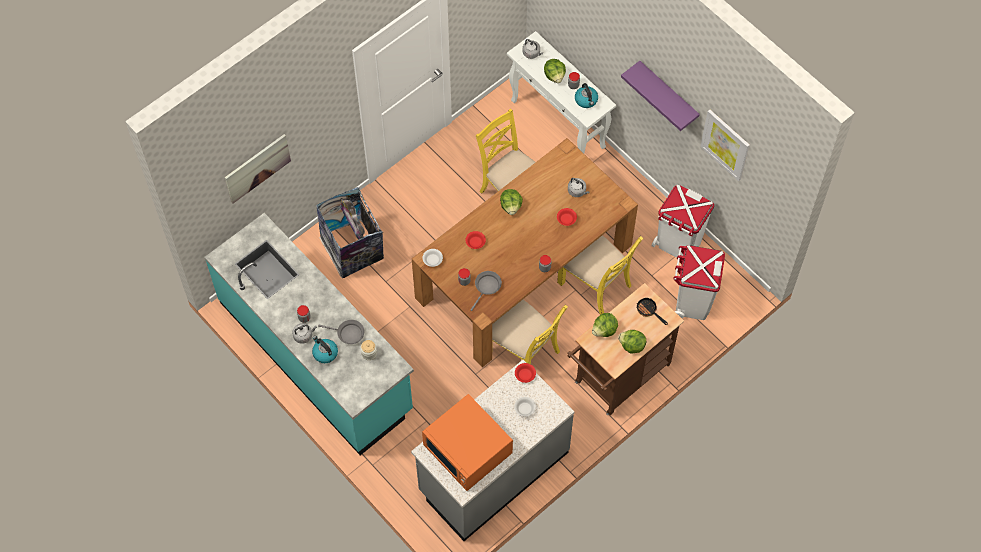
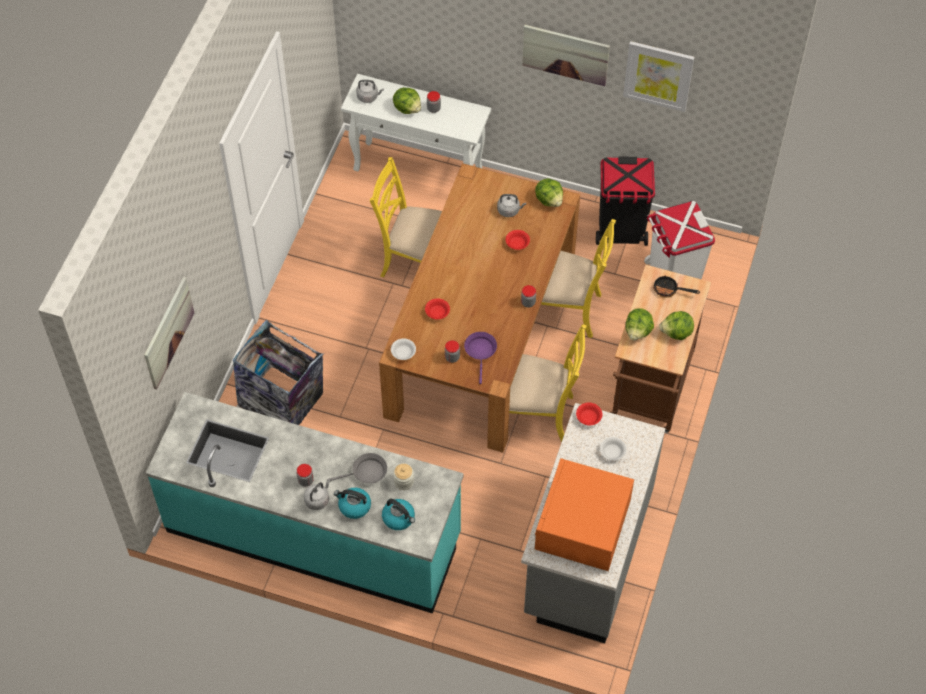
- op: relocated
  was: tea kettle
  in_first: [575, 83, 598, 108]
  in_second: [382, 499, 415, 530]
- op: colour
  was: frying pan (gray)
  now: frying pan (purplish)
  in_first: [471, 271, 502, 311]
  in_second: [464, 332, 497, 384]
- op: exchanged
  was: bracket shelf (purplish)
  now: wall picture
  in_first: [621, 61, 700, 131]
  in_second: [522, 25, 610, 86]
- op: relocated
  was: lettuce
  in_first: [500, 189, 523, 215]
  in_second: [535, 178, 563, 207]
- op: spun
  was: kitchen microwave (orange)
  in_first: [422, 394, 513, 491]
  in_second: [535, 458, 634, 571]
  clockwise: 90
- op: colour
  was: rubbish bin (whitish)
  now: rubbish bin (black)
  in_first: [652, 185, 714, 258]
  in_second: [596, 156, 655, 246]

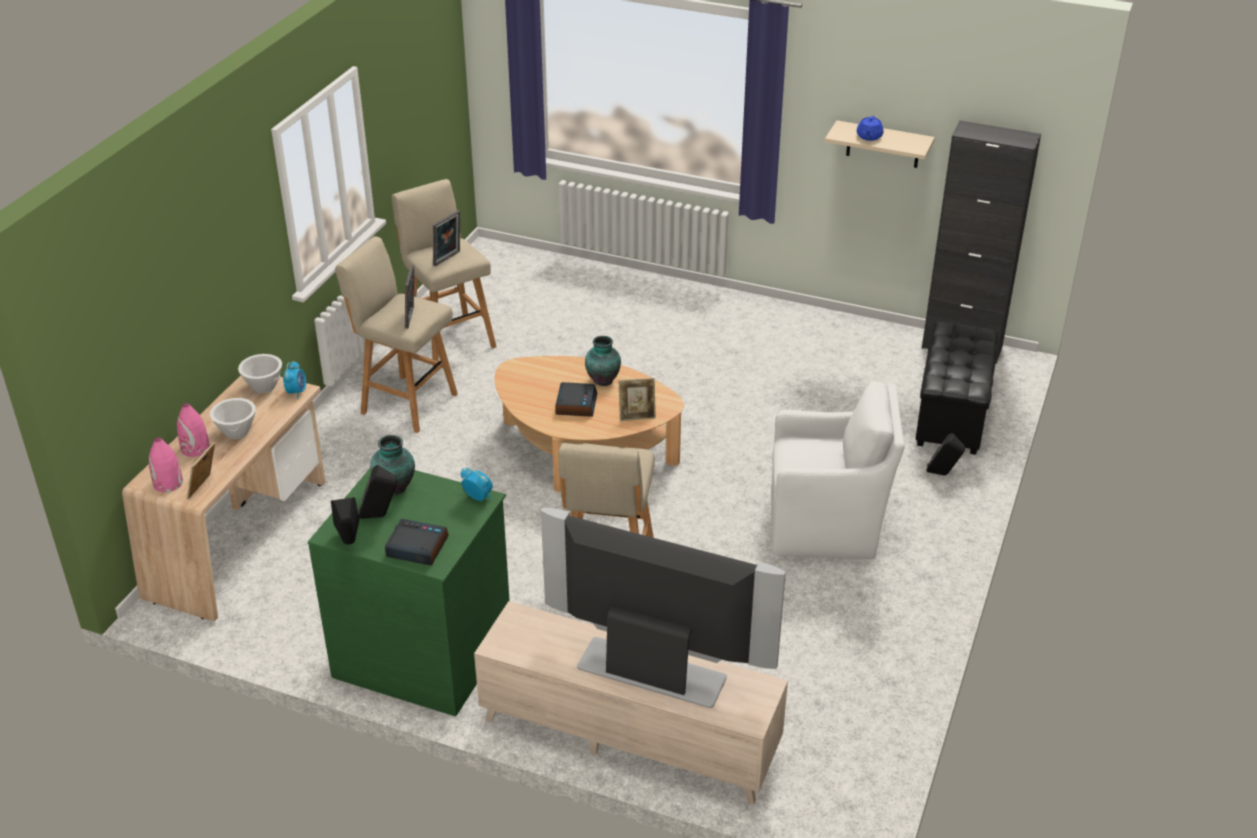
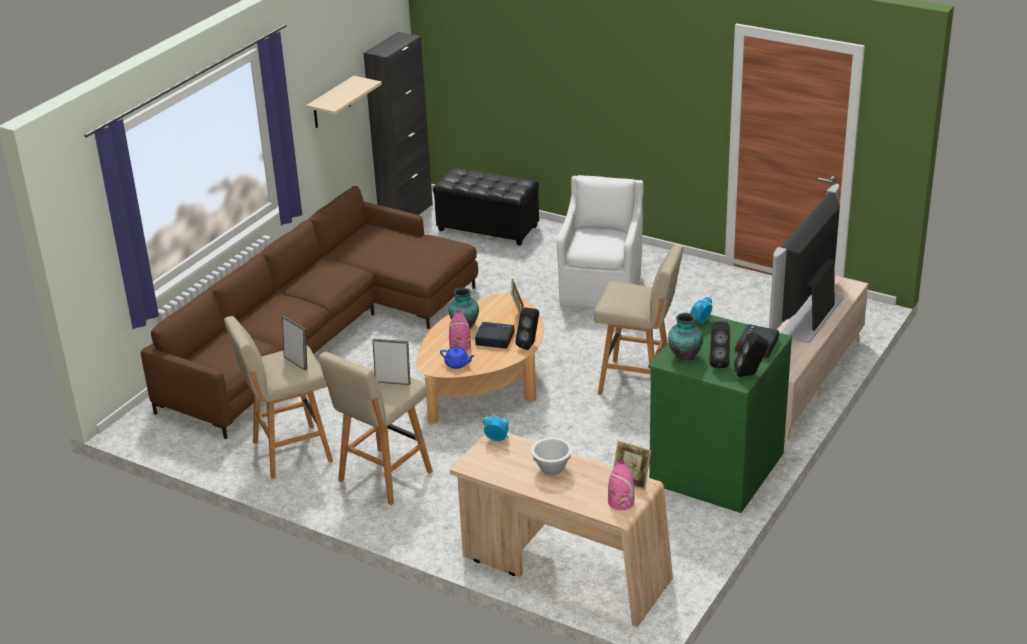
- op: appeared
  now: settee (brown)
  in_second: [141, 186, 478, 439]
- op: relocated
  was: teapot (blue)
  in_first: [857, 116, 884, 141]
  in_second: [440, 347, 475, 369]
- op: relocated
  was: decorative vase (pinkish)
  in_first: [177, 403, 210, 457]
  in_second: [449, 310, 471, 351]
- op: relocated
  was: audio speaker (black)
  in_first: [927, 433, 965, 476]
  in_second: [515, 308, 539, 350]
- op: missing
  was: serving bowl (whitish)
  in_first: [238, 354, 282, 393]

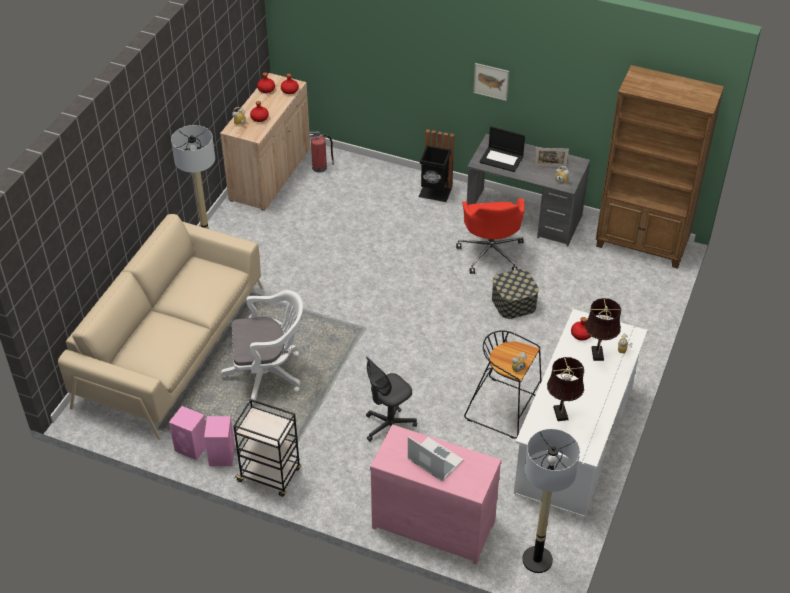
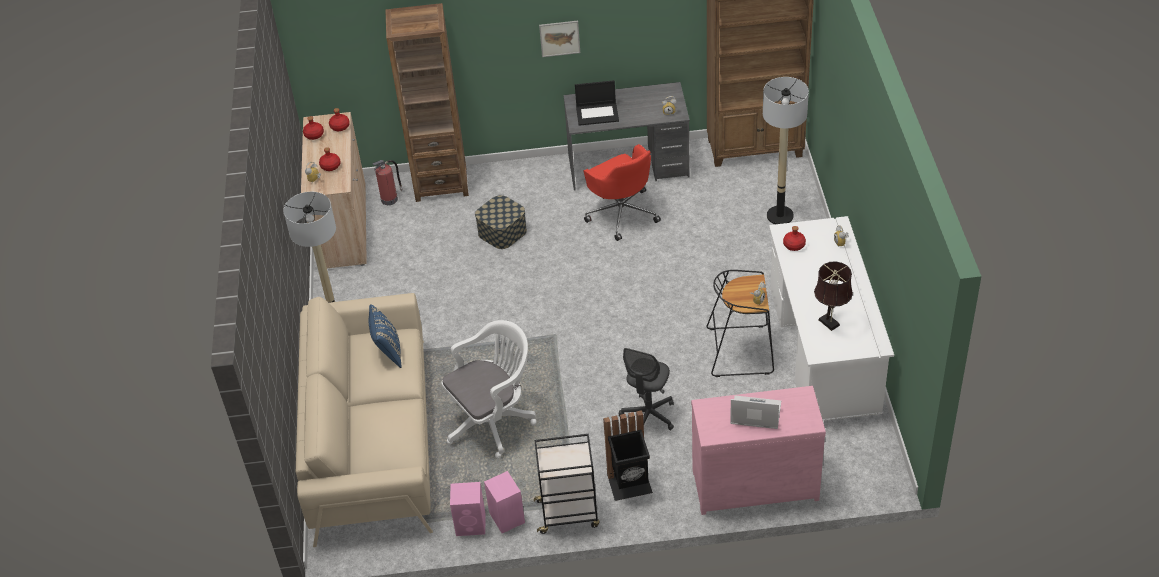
- op: appeared
  now: pillow (blue)
  in_second: [369, 304, 401, 368]
- op: appeared
  now: shelving unit (brown)
  in_second: [385, 3, 469, 202]
- op: relocated
  was: storage container
  in_first: [492, 269, 539, 319]
  in_second: [475, 195, 527, 249]
- op: relocated
  was: rubbish bin (black)
  in_first: [419, 129, 455, 202]
  in_second: [603, 410, 653, 501]
- op: relocated
  was: standard lamp
  in_first: [522, 429, 580, 573]
  in_second: [763, 77, 809, 224]
- op: missing
  was: photo frame
  in_first: [534, 148, 569, 167]
- op: missing
  was: lamp for a table (brown)
  in_first: [585, 298, 621, 361]

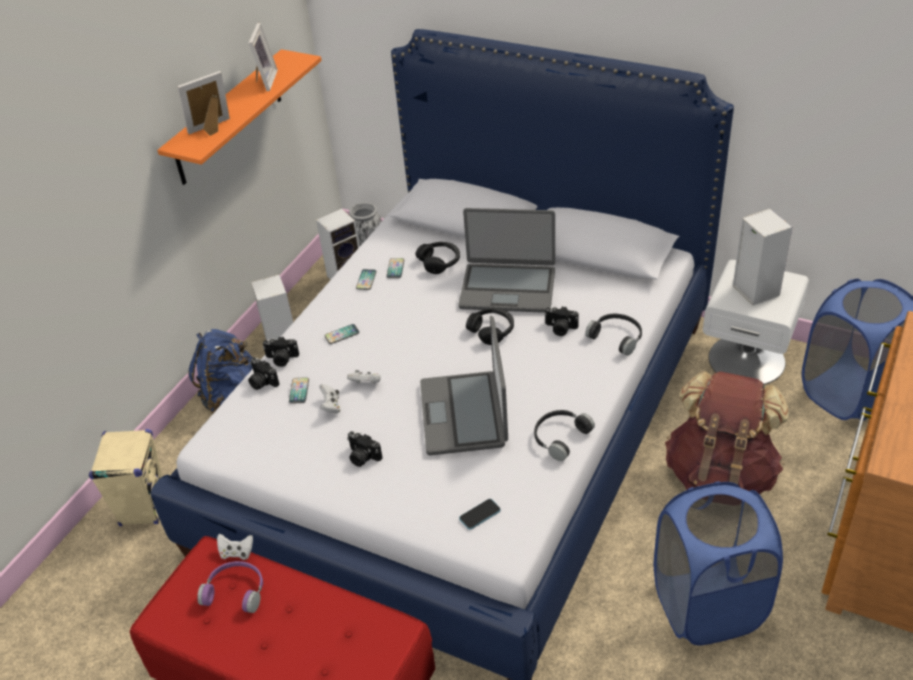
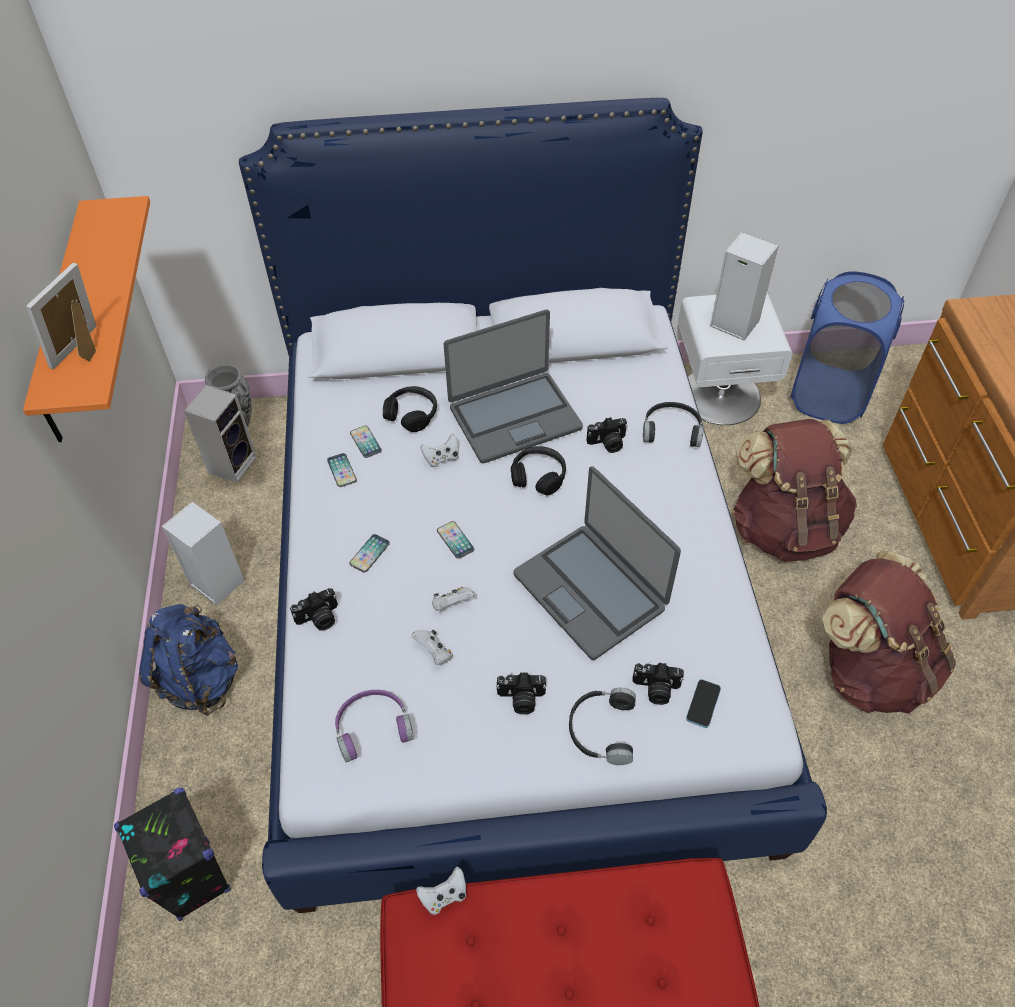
- op: colour
  was: audio speaker (beige)
  now: audio speaker (black)
  in_first: [89, 429, 163, 526]
  in_second: [114, 788, 231, 921]
- op: relocated
  was: headphones (purplish)
  in_first: [197, 561, 263, 613]
  in_second: [335, 690, 414, 762]
- op: appeared
  now: joypad (whitish)
  in_second: [420, 434, 459, 467]
- op: relocated
  was: telephone
  in_first: [289, 377, 309, 404]
  in_second: [437, 521, 474, 559]
- op: relocated
  was: headphones (black)
  in_first: [534, 410, 595, 461]
  in_second: [569, 688, 636, 765]
- op: relocated
  was: still camera
  in_first: [248, 357, 279, 390]
  in_second: [632, 661, 684, 705]
- op: exchanged
  was: washing basket (blue)
  now: backpack (brown)
  in_first: [654, 481, 783, 646]
  in_second: [822, 550, 956, 714]
- op: missing
  was: photo frame
  in_first: [249, 23, 278, 91]

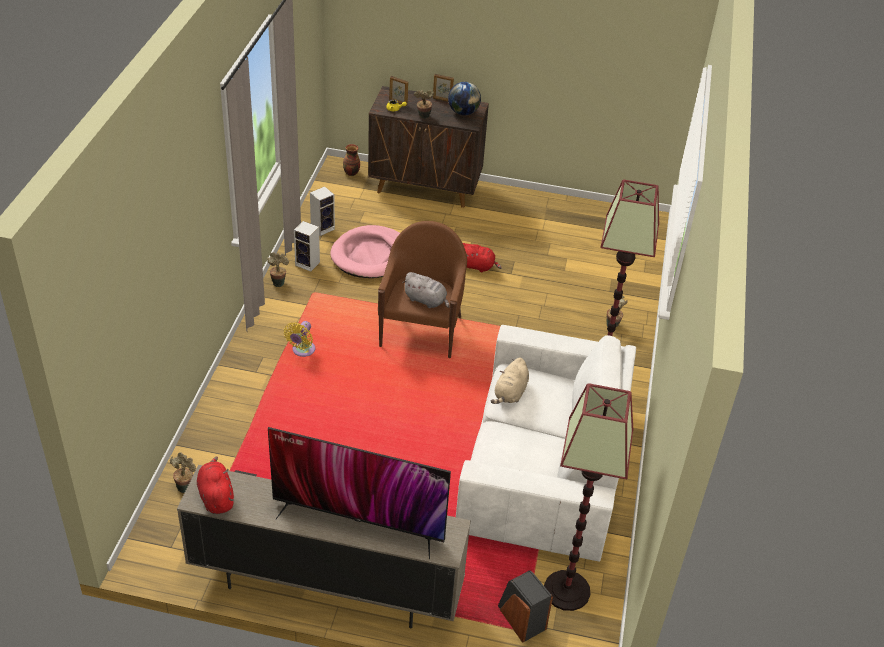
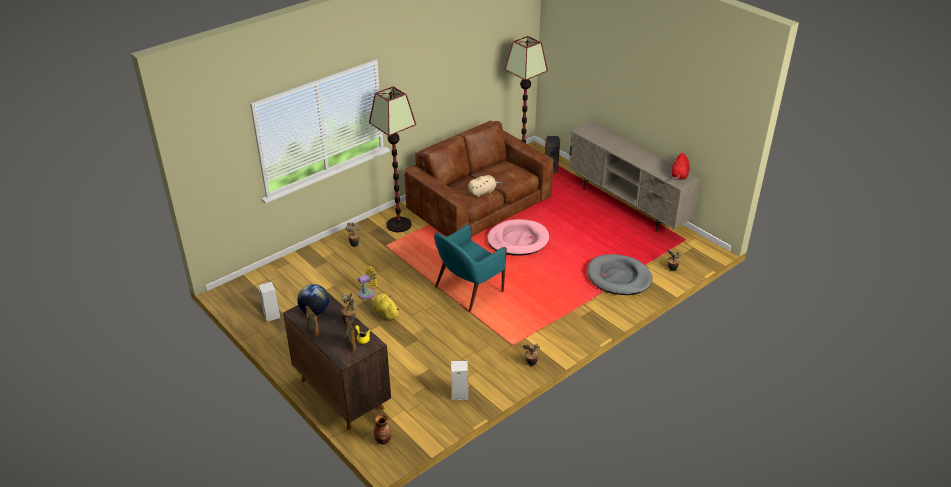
- op: relocated
  was: audio speaker
  in_first: [294, 221, 320, 272]
  in_second: [258, 282, 281, 322]
- op: relocated
  was: cooling fan (yellowish)
  in_first: [284, 321, 316, 357]
  in_second: [358, 266, 378, 299]
- op: colour
  was: cuddly toy (red-coloured)
  now: cuddly toy (yellowish)
  in_first: [463, 243, 501, 272]
  in_second: [373, 293, 400, 321]
- op: colour
  was: settee (whitish)
  now: settee (brown)
  in_first: [456, 325, 636, 561]
  in_second: [404, 121, 554, 237]
- op: colour
  was: lounge chair (brown)
  now: lounge chair (blue-green)
  in_first: [378, 221, 467, 358]
  in_second: [434, 224, 507, 312]
- op: relocated
  was: pet bed (pinkish)
  in_first: [330, 225, 400, 278]
  in_second: [487, 219, 549, 256]
- op: appeared
  now: pet bed (gray)
  in_second: [587, 254, 652, 295]
- op: missing
  was: television
  in_first: [268, 427, 451, 559]
- op: missing
  was: cuddly toy (gray)
  in_first: [402, 272, 450, 308]

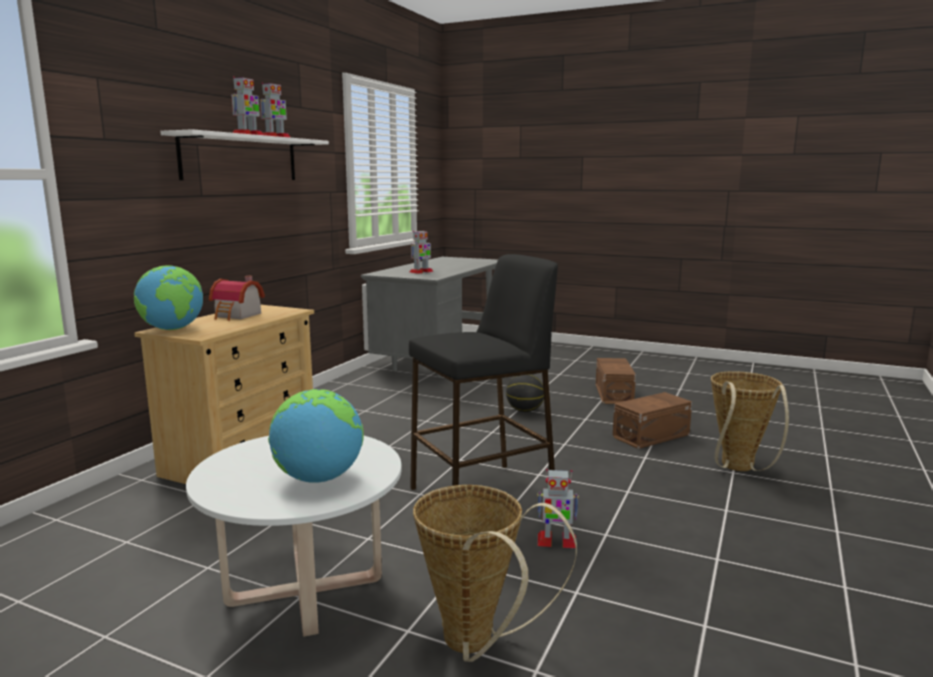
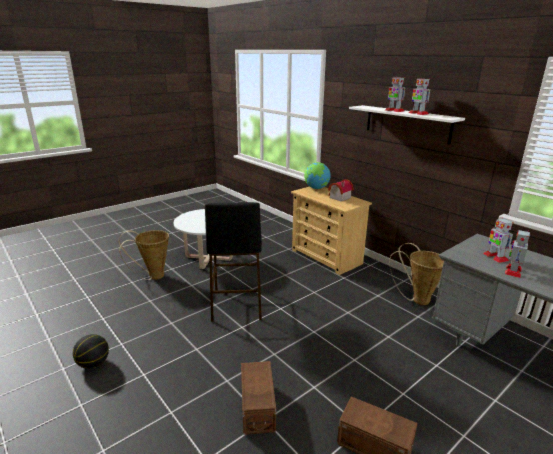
- op: relocated
  was: ball for basketball
  in_first: [506, 374, 544, 412]
  in_second: [73, 334, 109, 369]
- op: relocated
  was: basket
  in_first: [711, 371, 789, 471]
  in_second: [389, 243, 444, 305]
- op: relocated
  was: toy robot
  in_first: [537, 469, 579, 548]
  in_second: [505, 230, 530, 278]
- op: missing
  was: globe
  in_first: [268, 389, 363, 483]

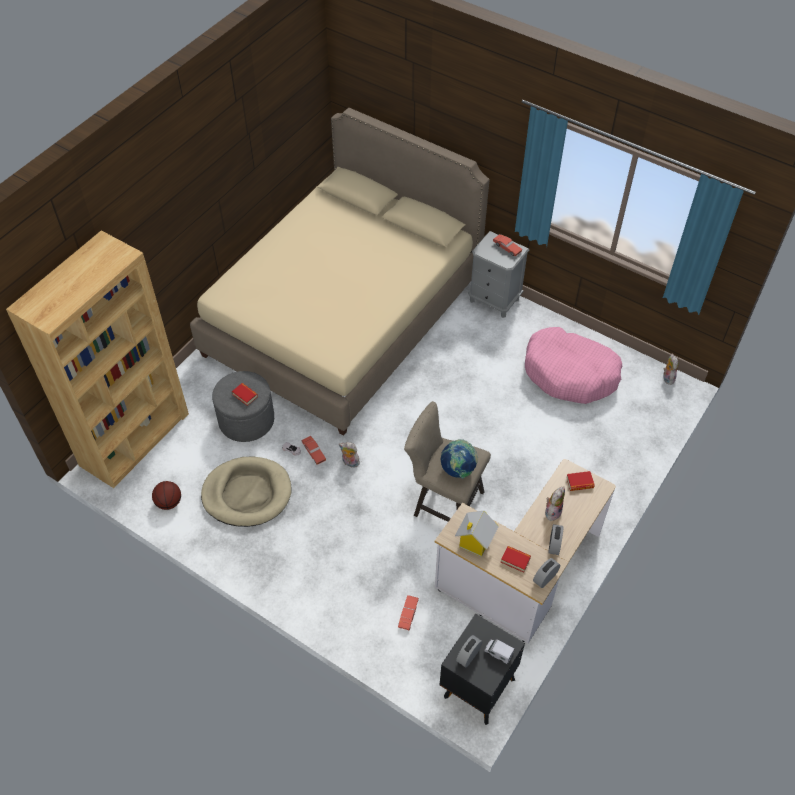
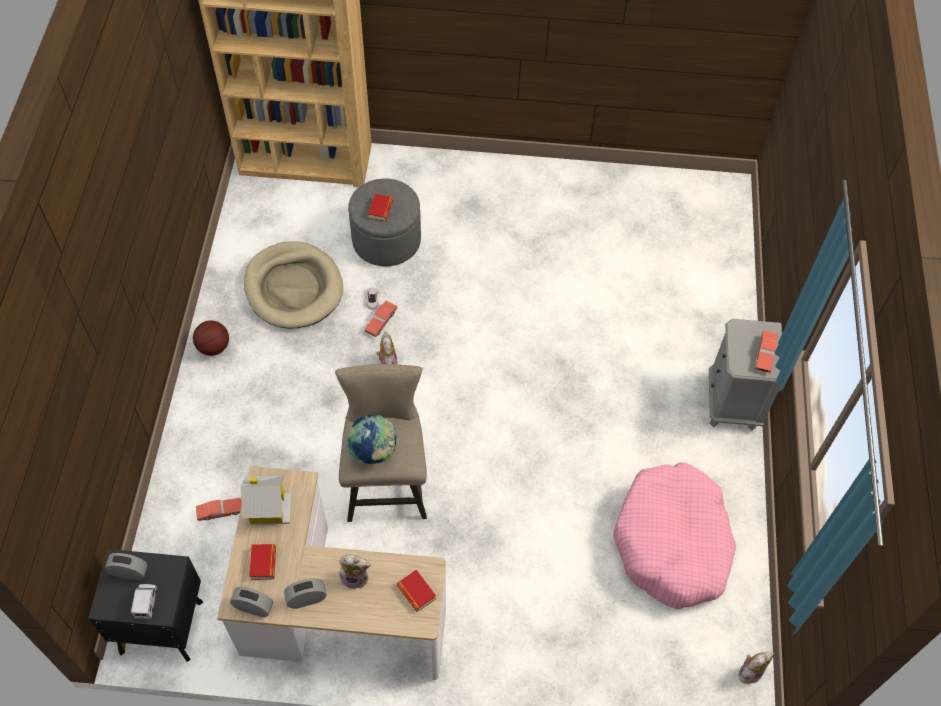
- op: relocated
  was: ball for basketball
  in_first: [152, 481, 181, 510]
  in_second: [193, 320, 229, 356]
- op: missing
  was: bedroom bed (beige)
  in_first: [190, 108, 489, 436]

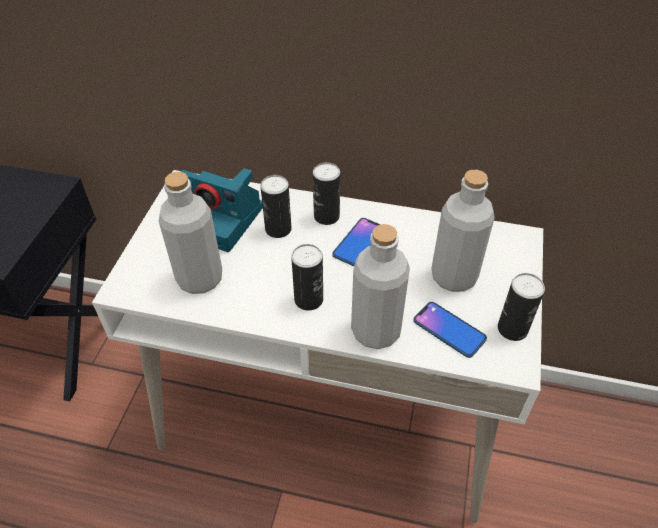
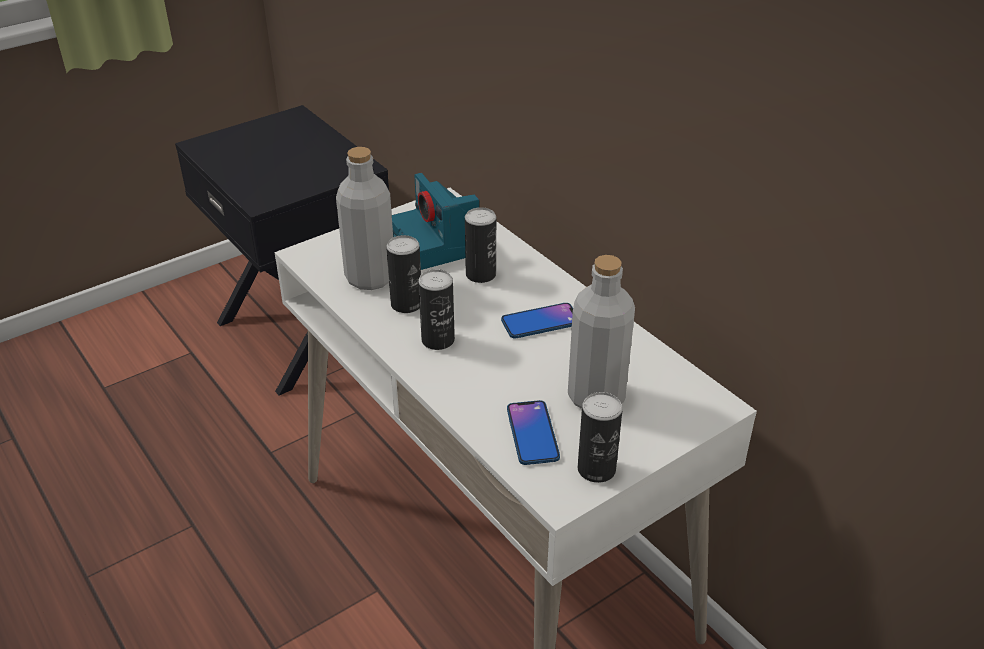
- op: relocated
  was: metal can
  in_first: [313, 162, 340, 225]
  in_second: [386, 235, 421, 313]
- op: missing
  was: bottle (gray)
  in_first: [351, 224, 410, 349]

